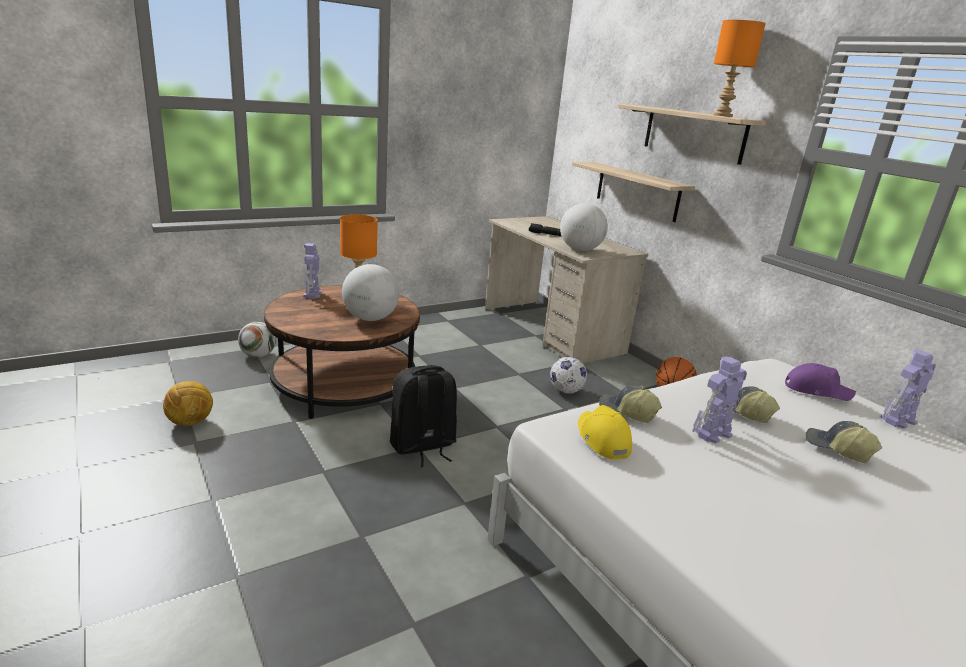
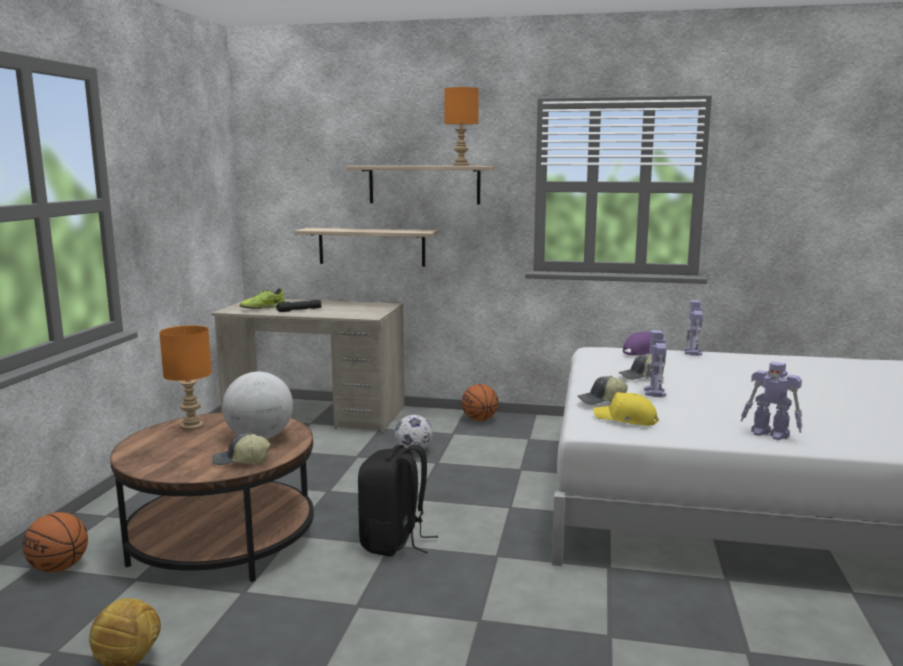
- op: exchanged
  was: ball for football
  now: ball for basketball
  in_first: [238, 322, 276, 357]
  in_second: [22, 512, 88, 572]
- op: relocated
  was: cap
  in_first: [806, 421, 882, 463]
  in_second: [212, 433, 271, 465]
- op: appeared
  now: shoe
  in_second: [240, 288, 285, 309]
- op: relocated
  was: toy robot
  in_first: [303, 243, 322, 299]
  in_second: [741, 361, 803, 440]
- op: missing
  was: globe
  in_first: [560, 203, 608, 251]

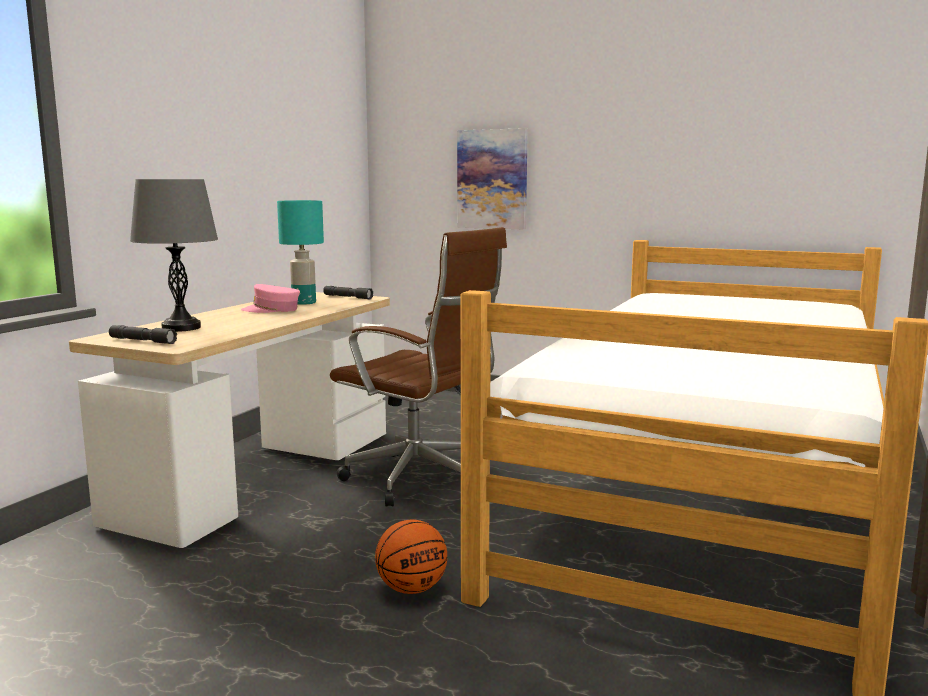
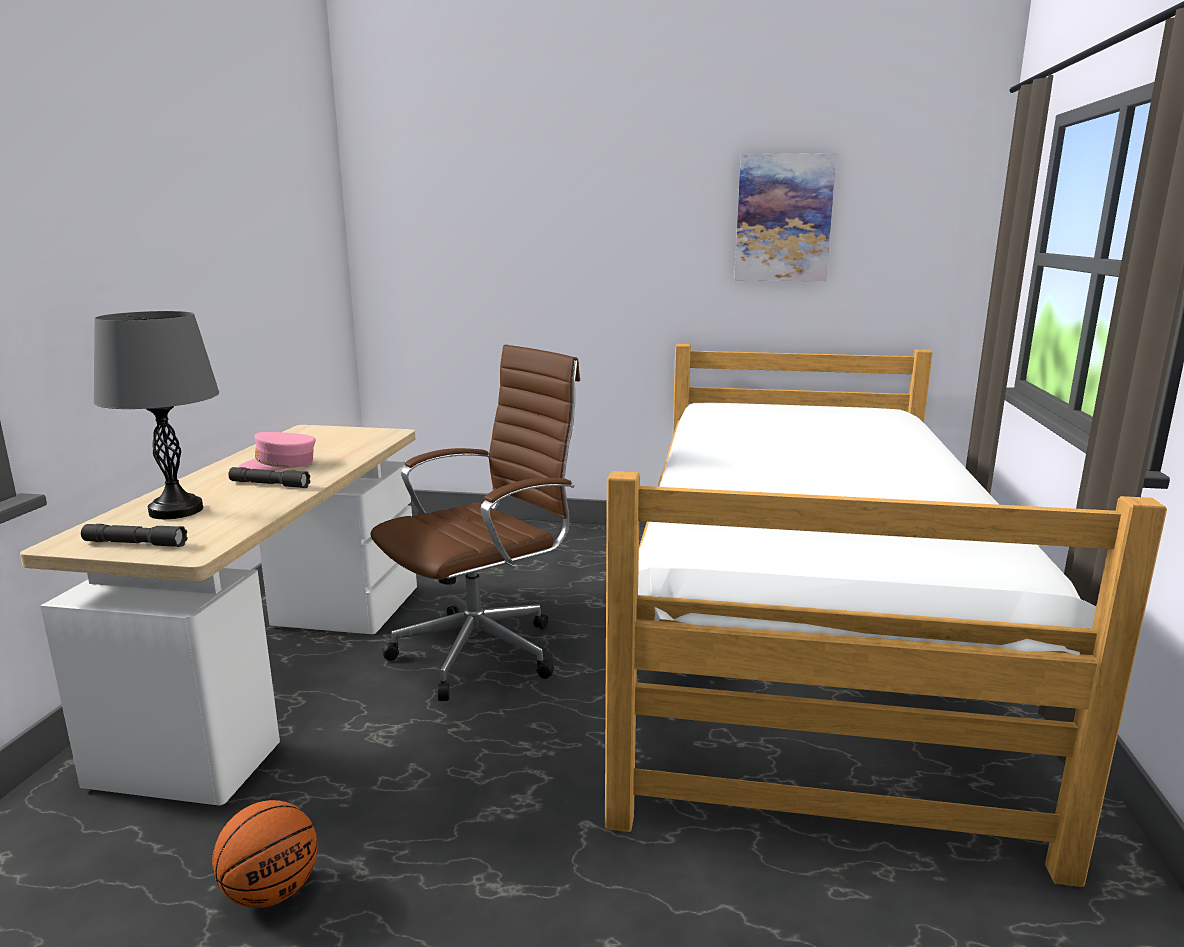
- op: relocated
  was: ball for basketball
  in_first: [375, 520, 447, 594]
  in_second: [212, 800, 317, 908]
- op: relocated
  was: hand torch (gray)
  in_first: [323, 286, 373, 299]
  in_second: [228, 467, 310, 488]
- op: spun
  was: desk chair (brown)
  in_first: [330, 227, 507, 507]
  in_second: [370, 345, 580, 701]
  clockwise: -60
- op: relocated
  was: wall picture
  in_first: [457, 128, 528, 229]
  in_second: [734, 153, 837, 281]
- op: missing
  was: lamp for a table (blue-green)
  in_first: [277, 200, 324, 305]

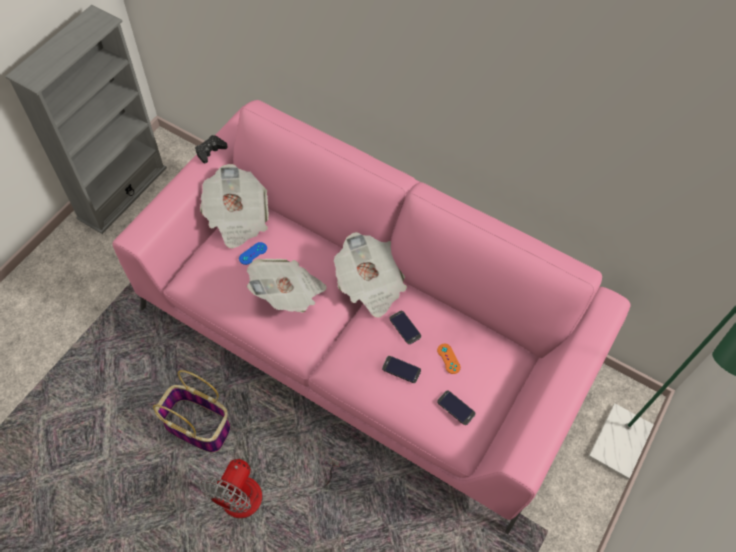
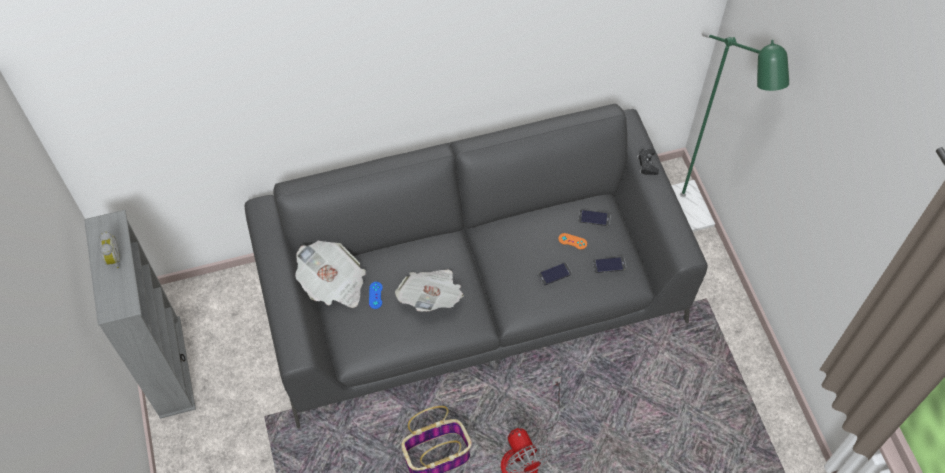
- op: appeared
  now: bedside clock
  in_second: [100, 232, 120, 268]
- op: colour
  was: settee (pinkish)
  now: settee (gray)
  in_first: [113, 100, 630, 534]
  in_second: [244, 104, 708, 428]
- op: relocated
  was: telephone
  in_first: [389, 311, 421, 344]
  in_second: [579, 210, 611, 226]
- op: relocated
  was: joypad (black)
  in_first: [195, 135, 228, 163]
  in_second: [637, 148, 659, 175]
- op: missing
  was: printed paper
  in_first: [334, 232, 407, 318]

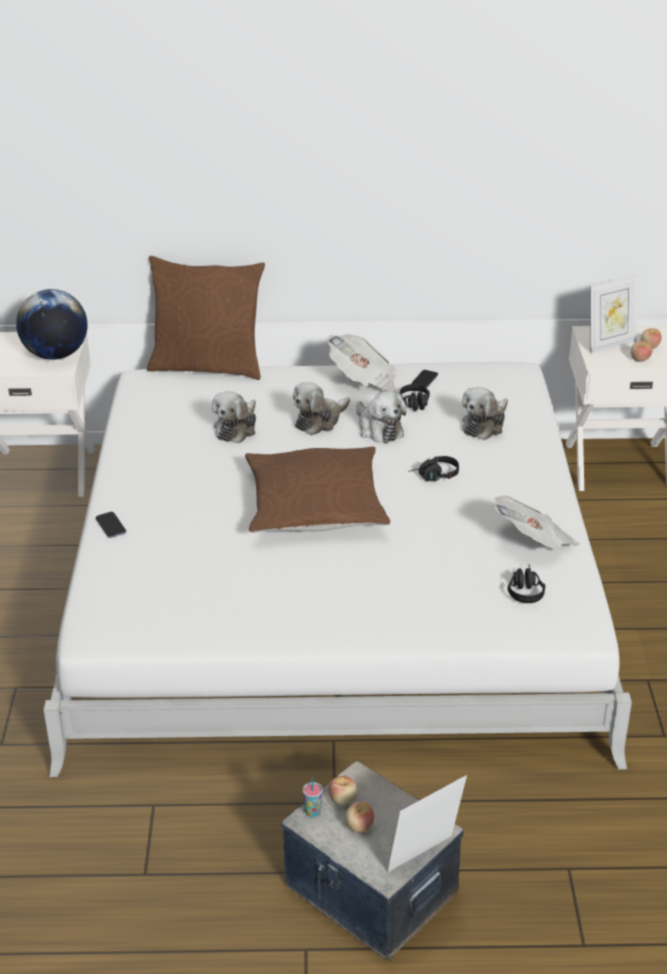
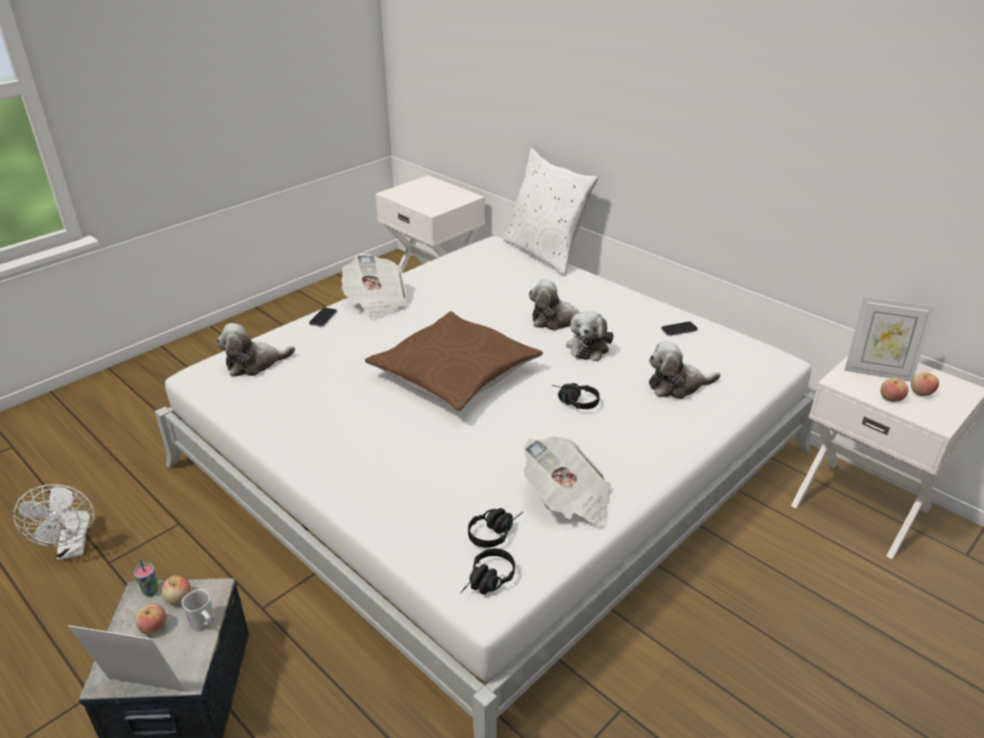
- op: appeared
  now: cooling fan (whitish)
  in_second: [13, 484, 95, 560]
- op: appeared
  now: coffee mug (whitish)
  in_second: [181, 589, 216, 632]
- op: relocated
  was: cuddly toy
  in_first: [212, 391, 256, 443]
  in_second: [216, 323, 295, 377]
- op: relocated
  was: printed paper
  in_first: [327, 334, 396, 391]
  in_second: [341, 253, 407, 320]
- op: relocated
  was: headphones (black)
  in_first: [400, 384, 430, 411]
  in_second: [460, 548, 515, 595]
- op: colour
  was: pillow (brown)
  now: pillow (whitish)
  in_first: [147, 256, 265, 380]
  in_second: [503, 148, 598, 276]
- op: missing
  was: globe
  in_first: [16, 289, 87, 360]

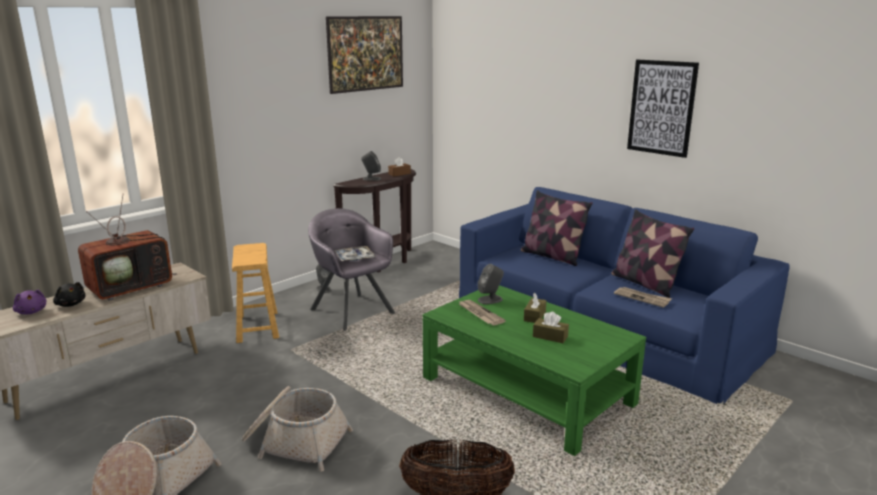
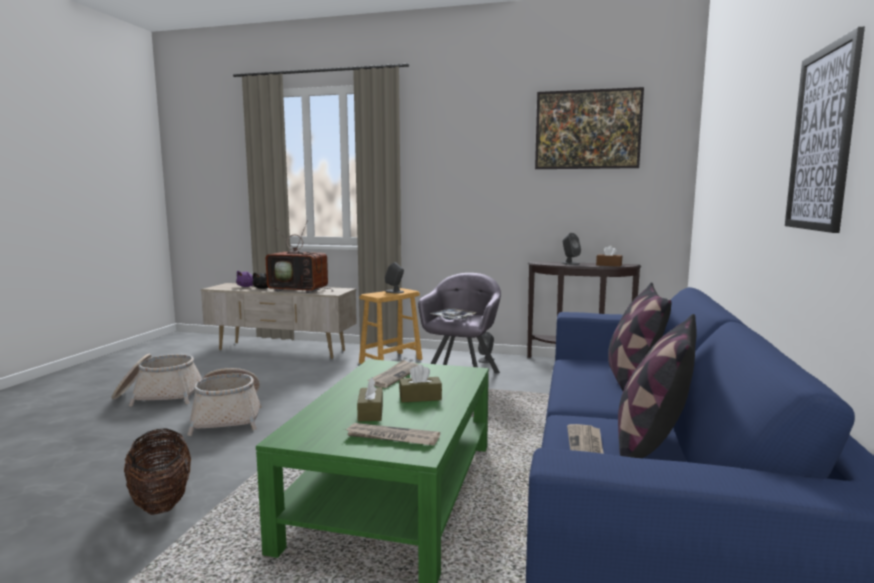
- op: appeared
  now: printed paper
  in_second: [344, 423, 440, 445]
- op: relocated
  was: audio speaker (gray)
  in_first: [478, 264, 504, 304]
  in_second: [385, 262, 404, 294]

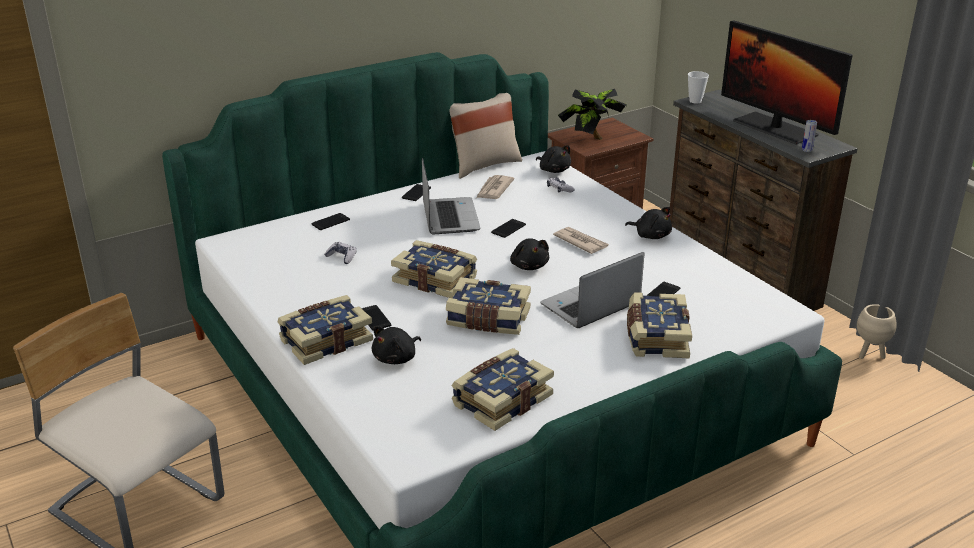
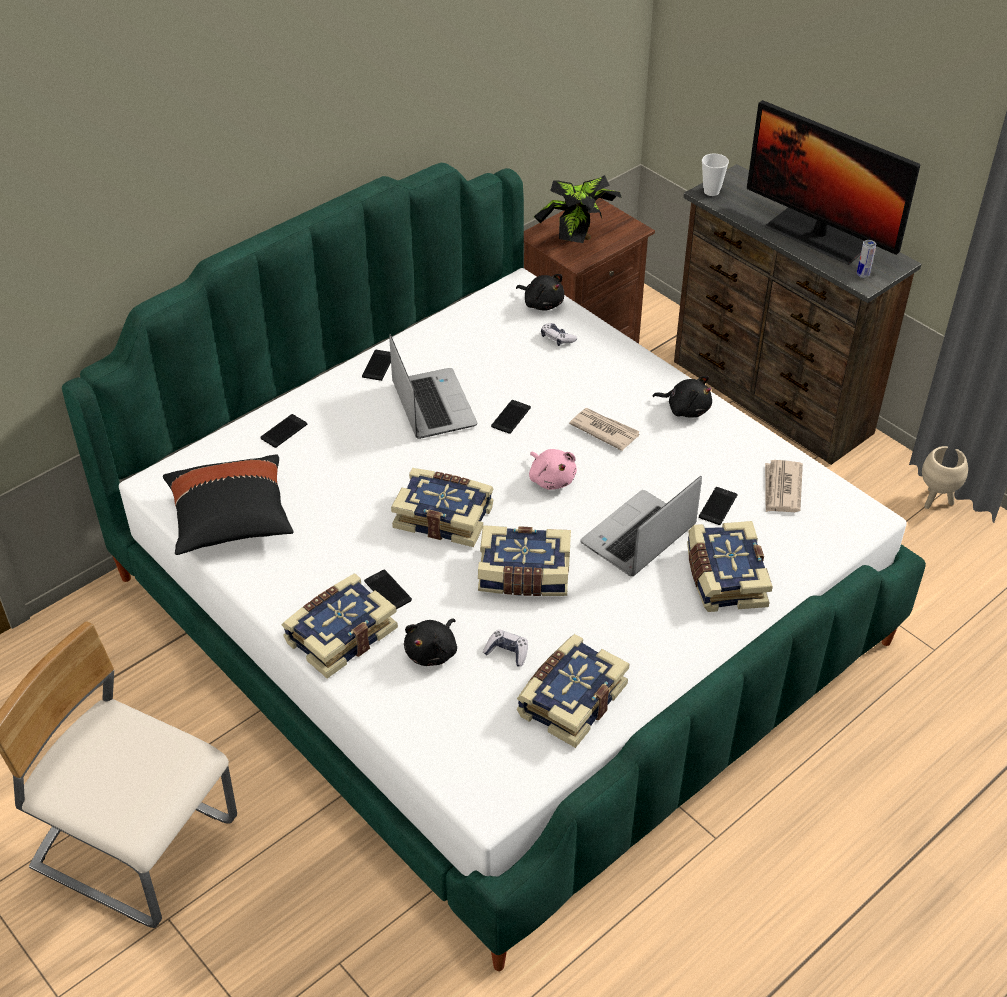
- op: appeared
  now: pillow (black)
  in_second: [163, 454, 294, 555]
- op: relocated
  was: joypad
  in_first: [324, 242, 357, 264]
  in_second: [483, 629, 528, 666]
- op: colour
  was: cuddly toy (black)
  now: cuddly toy (pinkish)
  in_first: [510, 238, 549, 270]
  in_second: [529, 449, 577, 490]
- op: relocated
  was: printed paper
  in_first: [476, 175, 514, 199]
  in_second: [765, 460, 803, 512]
- op: missing
  was: pillow (beige)
  in_first: [450, 93, 522, 179]

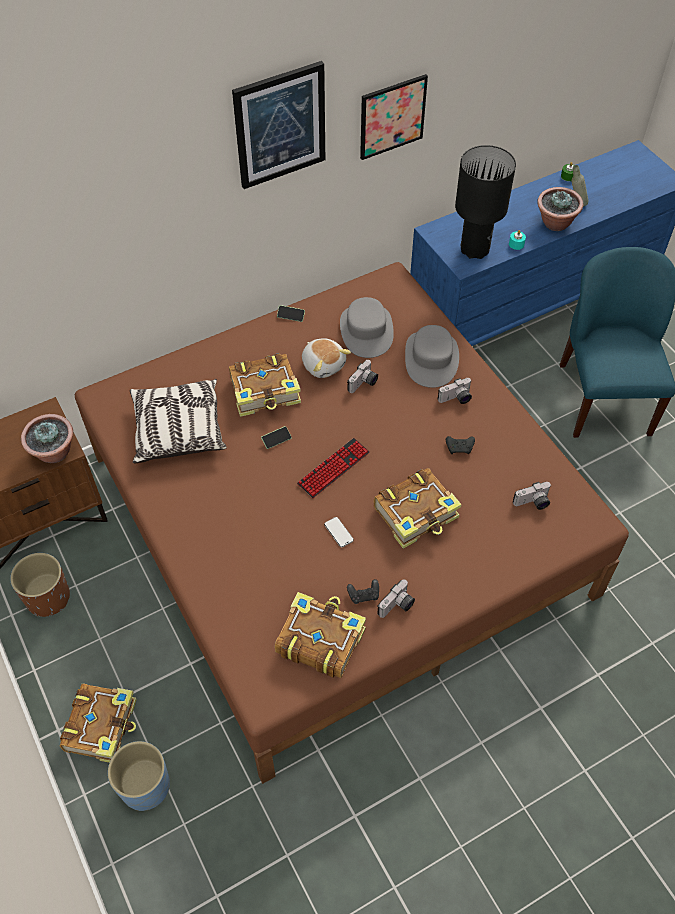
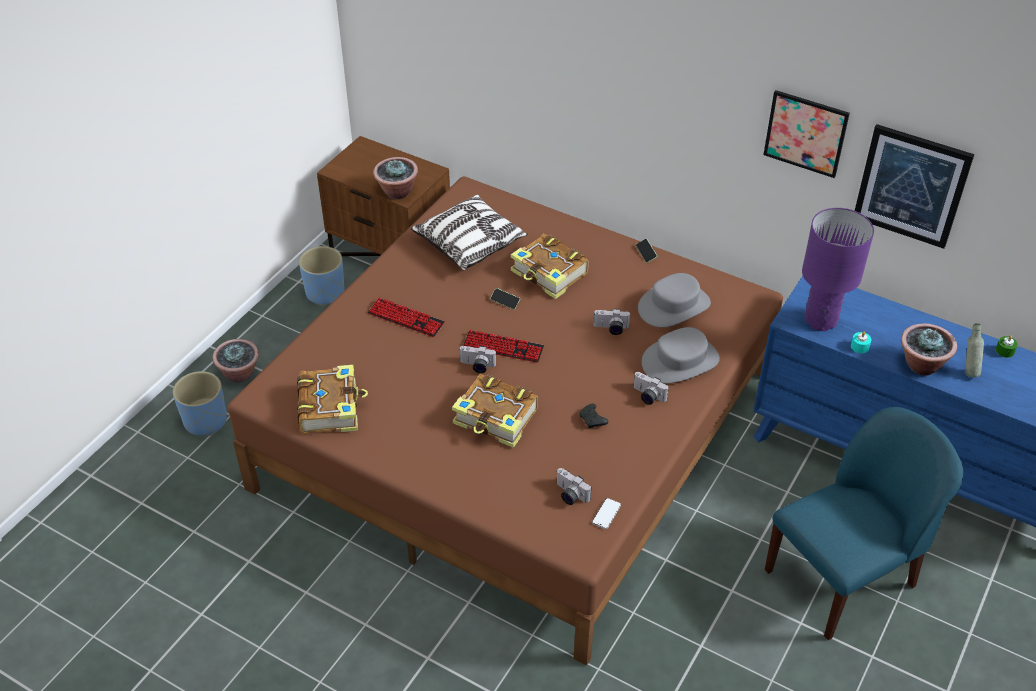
- op: exchanged
  was: bound book
  now: plant in a pot
  in_first: [60, 684, 137, 763]
  in_second: [213, 339, 259, 383]
- op: colour
  was: flower pot (brown)
  now: flower pot (blue)
  in_first: [10, 553, 70, 617]
  in_second: [299, 246, 344, 306]
- op: appeared
  now: keyboard
  in_second: [368, 297, 445, 337]
- op: relocated
  was: still camera
  in_first: [377, 579, 415, 618]
  in_second: [459, 346, 496, 373]
- op: relocated
  was: telephone
  in_first: [324, 517, 354, 548]
  in_second: [592, 498, 621, 529]
- op: colour
  was: lamp for a table (black)
  now: lamp for a table (purplish)
  in_first: [455, 145, 516, 259]
  in_second: [802, 208, 874, 331]
- op: relocated
  was: wall picture
  in_first: [232, 61, 325, 189]
  in_second: [855, 124, 975, 249]
- op: missing
  was: cuddly toy
  in_first: [302, 338, 351, 378]
- op: missing
  was: joypad (black)
  in_first: [347, 579, 379, 604]

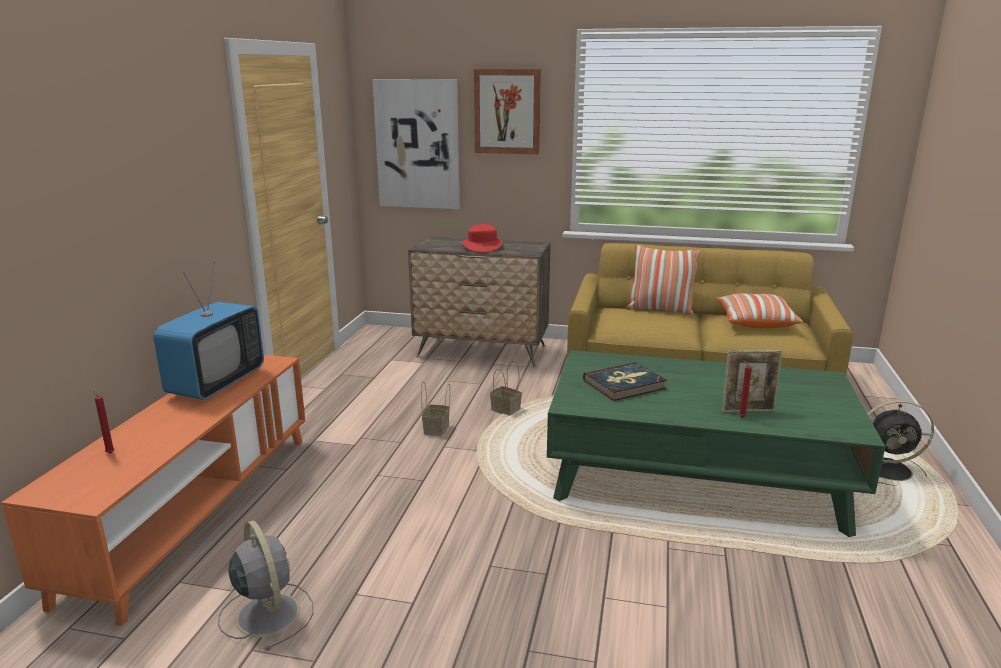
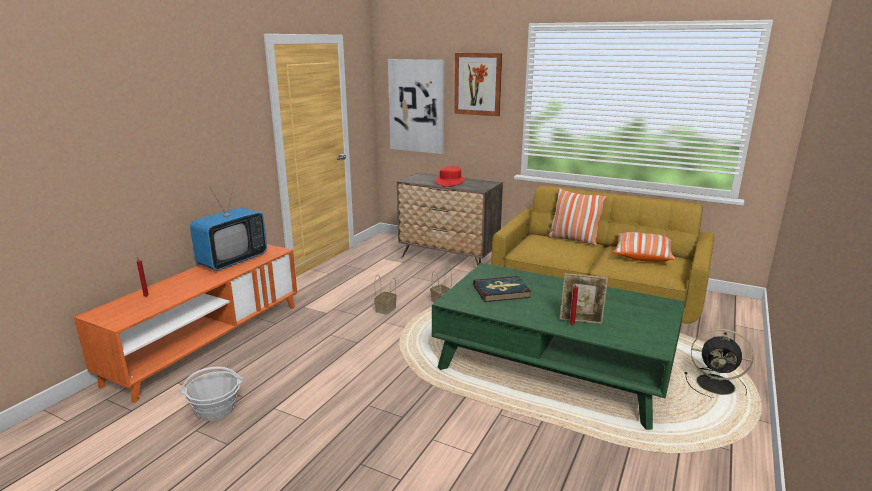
- op: exchanged
  was: cooling fan (gray)
  now: basket
  in_first: [218, 520, 313, 651]
  in_second: [179, 367, 244, 421]

